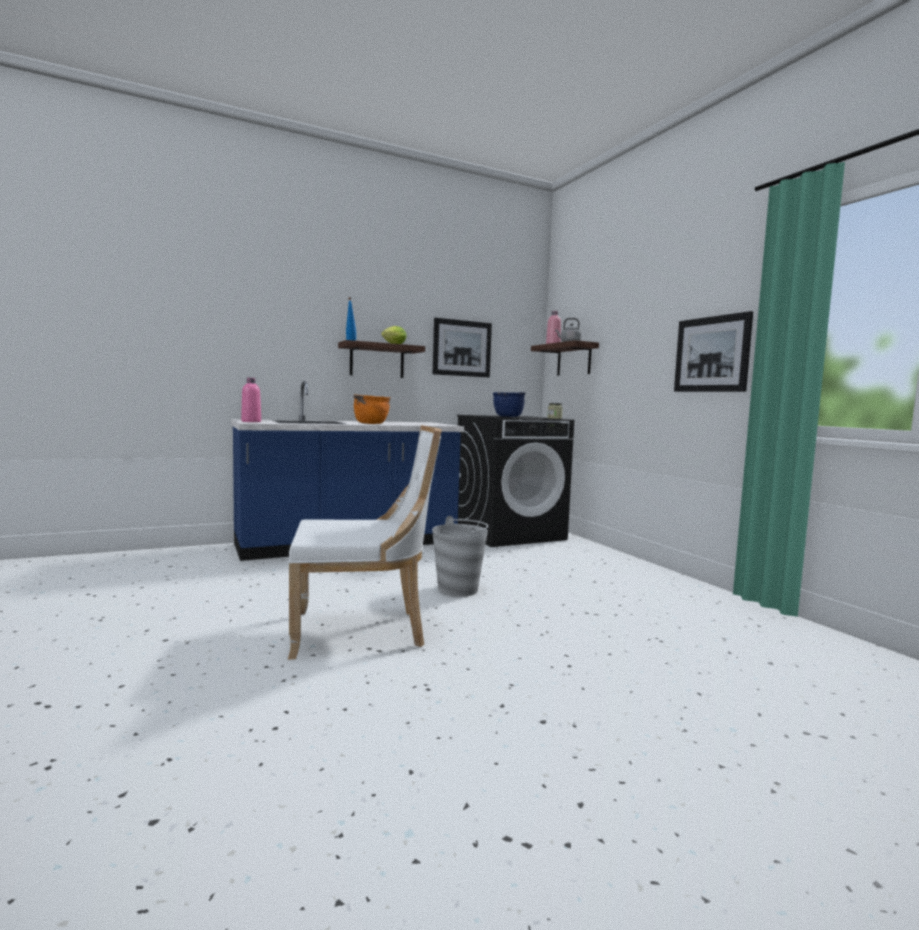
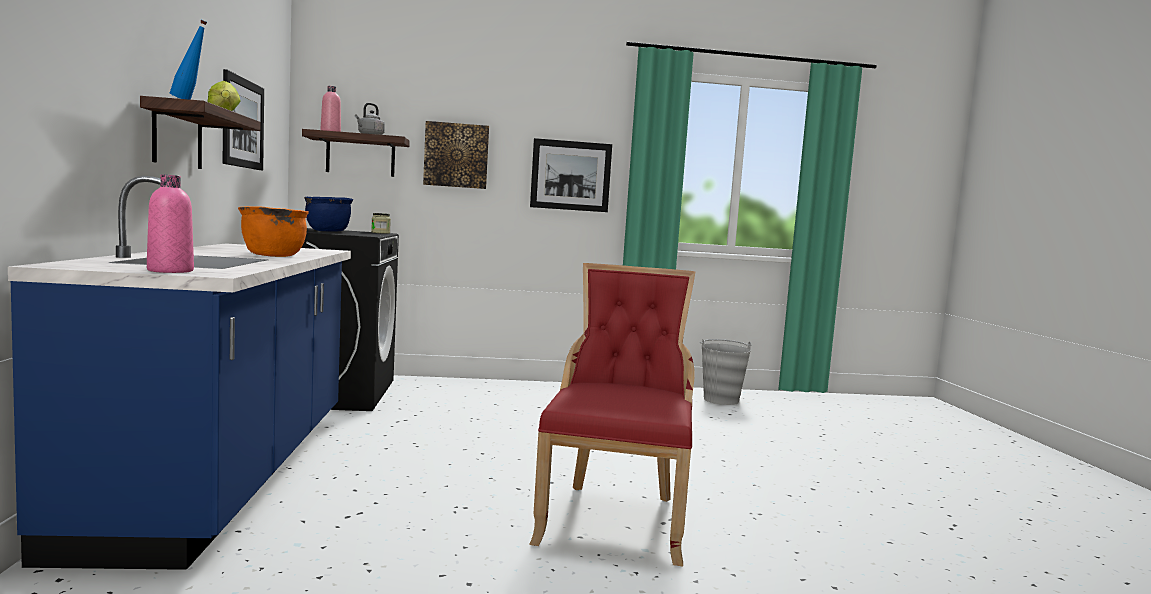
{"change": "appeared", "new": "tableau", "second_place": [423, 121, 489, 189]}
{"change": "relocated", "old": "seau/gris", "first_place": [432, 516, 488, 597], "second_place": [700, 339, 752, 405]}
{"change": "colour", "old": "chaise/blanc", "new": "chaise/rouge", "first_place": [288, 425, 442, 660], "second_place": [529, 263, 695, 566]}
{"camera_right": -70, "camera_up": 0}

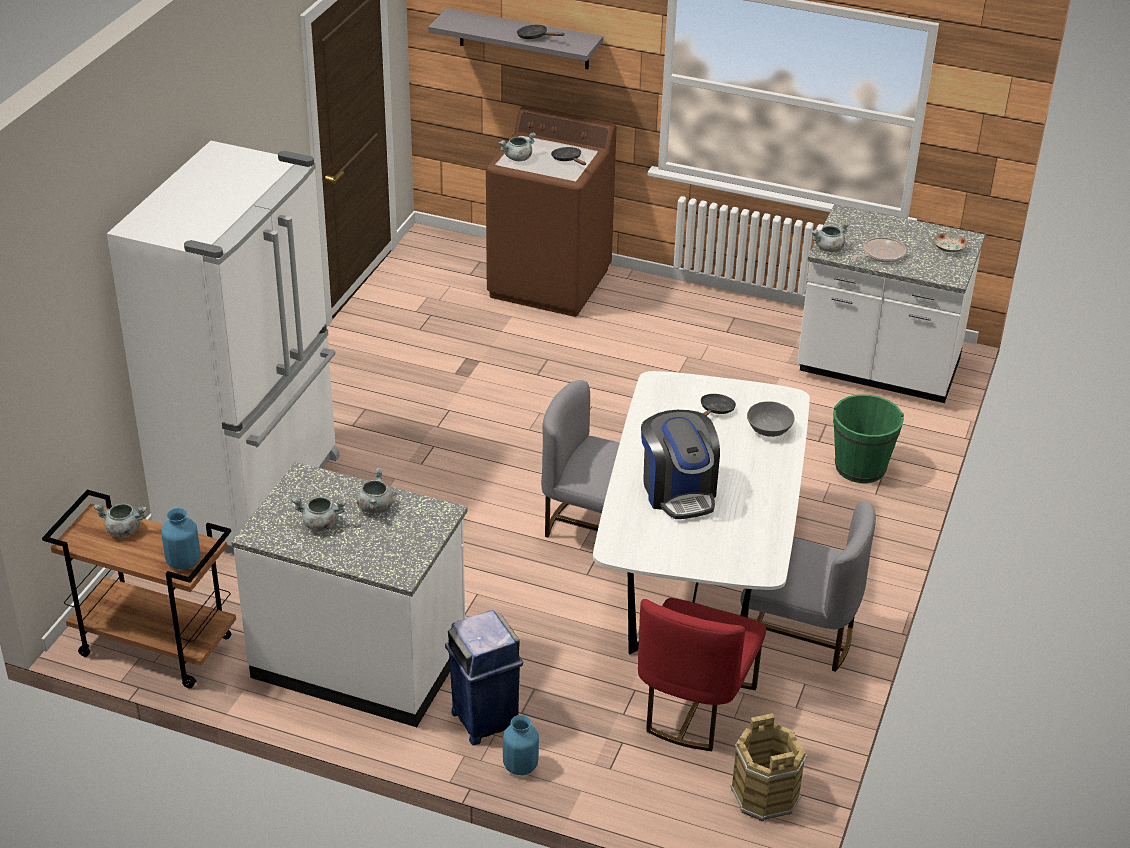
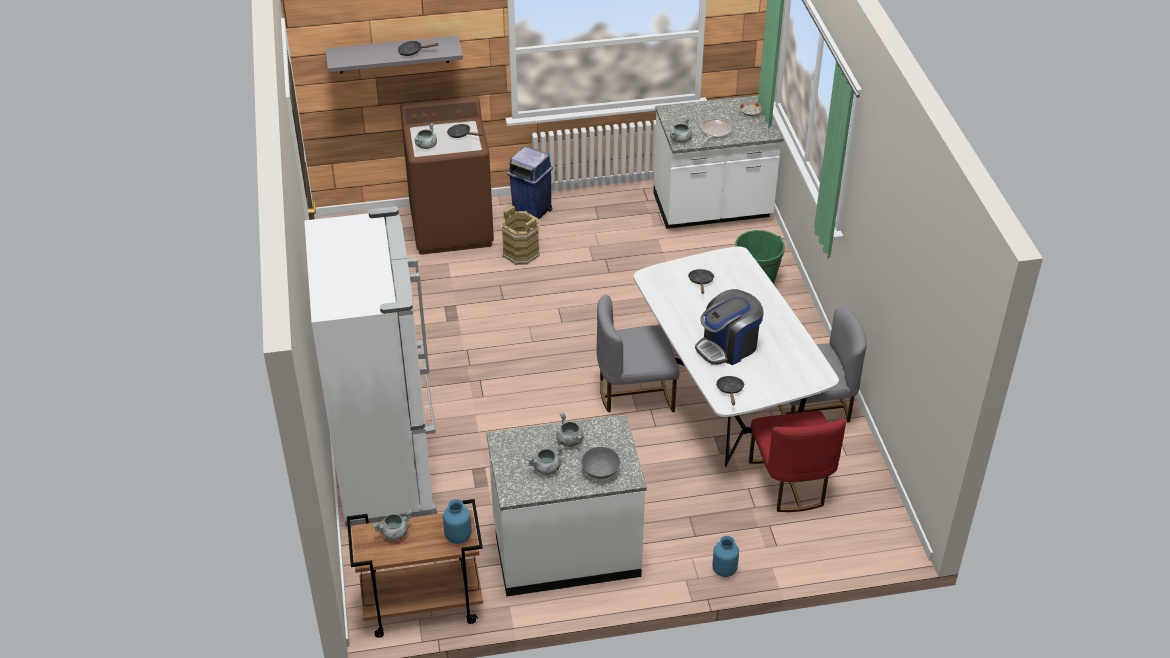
{"change": "appeared", "new": "poêle/noir", "second_place": [716, 376, 744, 405]}
{"change": "relocated", "old": "poubelle/bleu", "first_place": [445, 610, 523, 746], "second_place": [507, 147, 553, 223]}
{"change": "relocated", "old": "seau/marron", "first_place": [730, 713, 807, 821], "second_place": [501, 205, 540, 265]}
{"change": "relocated", "old": "bol/gris", "first_place": [747, 401, 794, 437], "second_place": [581, 447, 620, 479]}
{"change": "spun", "old": "machine à café", "first_place": [641, 410, 720, 519], "second_place": [695, 289, 764, 365], "degrees": 105}
{"camera_right": -30, "camera_up": 5}

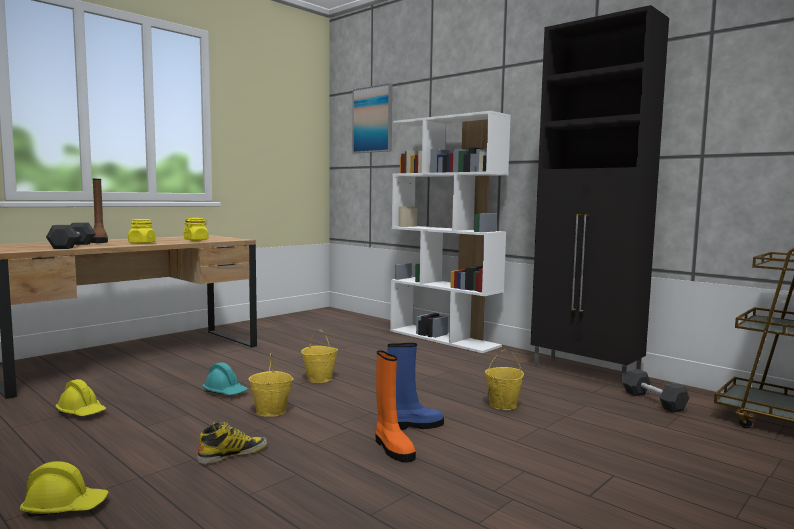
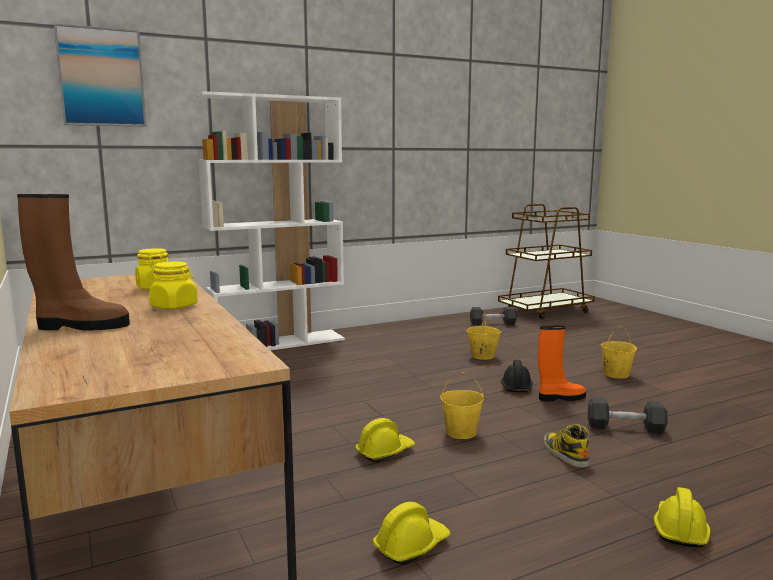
{"change": "missing", "old": "meuble de rangement/noir", "first_place": [531, 5, 669, 388]}
{"change": "relocated", "old": "haltère/gris", "first_place": [46, 222, 96, 249], "second_place": [588, 397, 668, 434]}
{"change": "relocated", "old": "seau/jaune", "first_place": [301, 329, 338, 383], "second_place": [601, 326, 637, 379]}
{"change": "exchanged", "old": "botte/bleu", "new": "casque de chantier/noir", "first_place": [387, 343, 444, 430], "second_place": [501, 360, 533, 392]}
{"change": "colour", "old": "casque de chantier/turquoise", "new": "casque de chantier/jaune", "first_place": [202, 362, 248, 395], "second_place": [355, 418, 415, 463]}
{"camera_right": -70, "camera_up": 5}

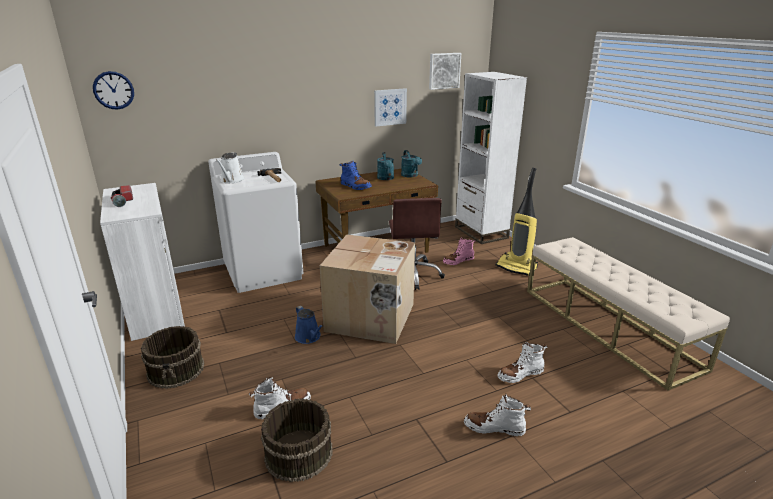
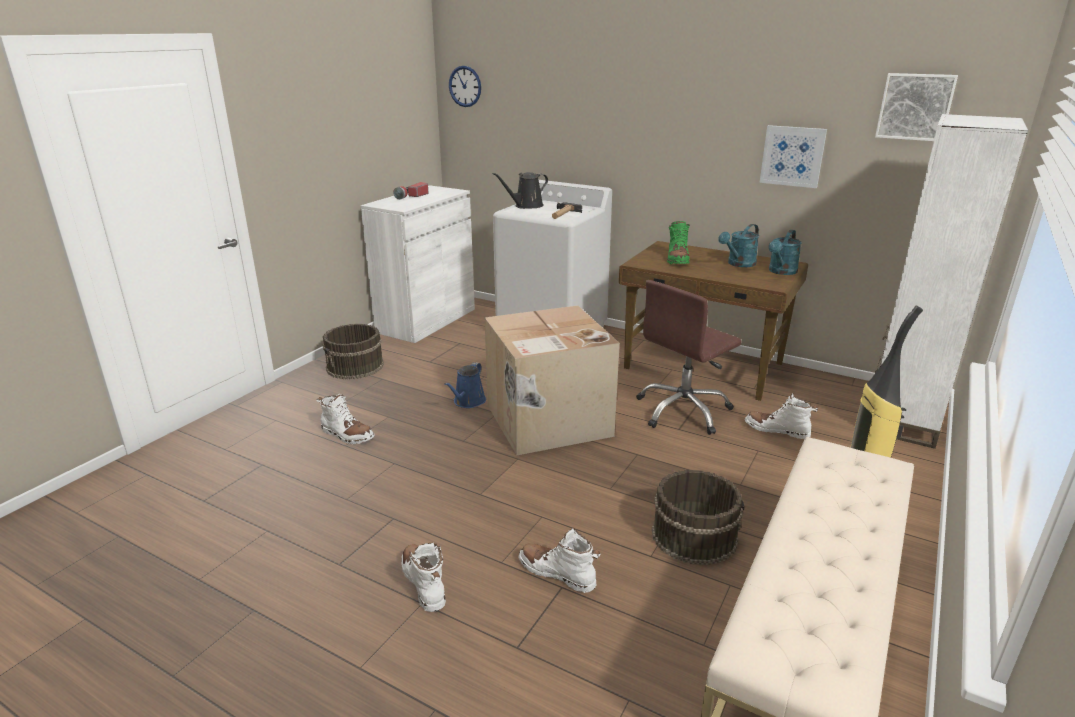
{"change": "relocated", "old": "seau/marron", "first_place": [261, 398, 333, 482], "second_place": [652, 470, 745, 565]}
{"change": "colour", "old": "arrosoir/blanc", "new": "arrosoir/noir", "first_place": [216, 152, 245, 183], "second_place": [493, 172, 548, 209]}
{"change": "colour", "old": "botte/bleu", "new": "botte/vert", "first_place": [340, 161, 372, 190], "second_place": [667, 221, 690, 264]}
{"change": "colour", "old": "botte/rose", "new": "botte/blanc", "first_place": [443, 237, 475, 265], "second_place": [745, 393, 818, 439]}
{"camera_right": 55, "camera_up": 0}

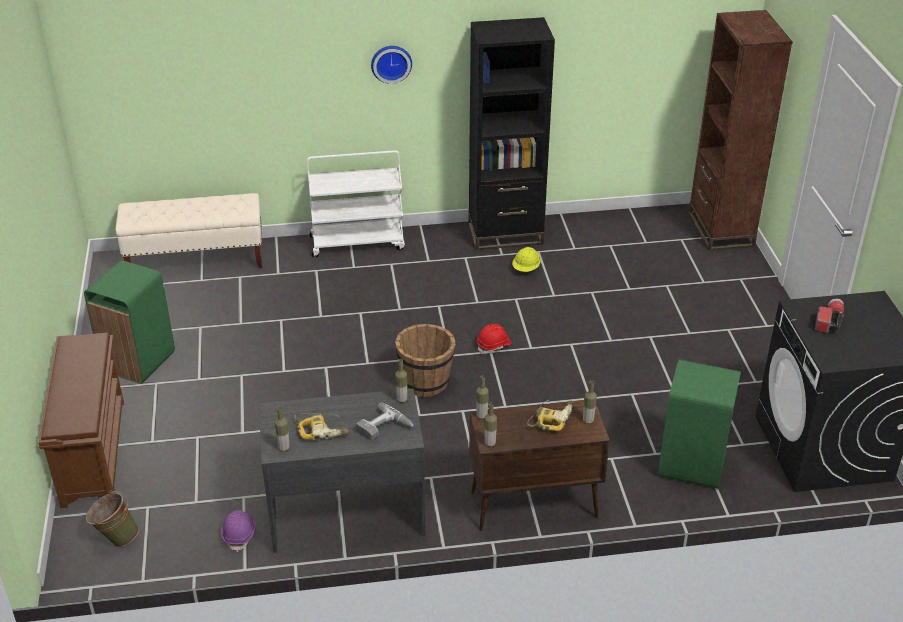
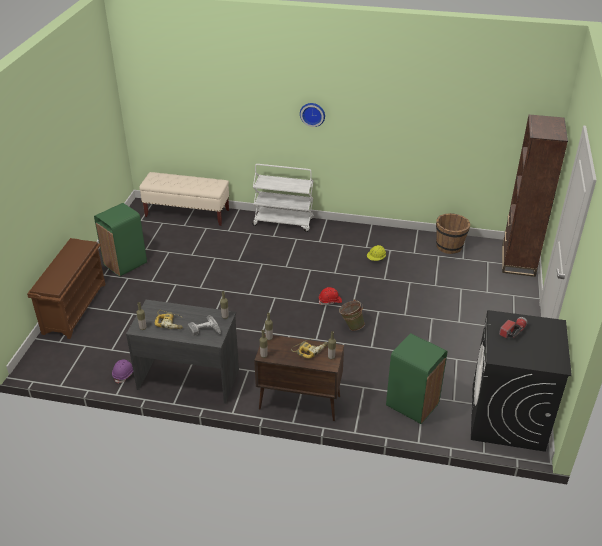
{"change": "missing", "old": "bibliothèque/noir", "first_place": [468, 17, 555, 250]}
{"change": "relocated", "old": "seau/vert", "first_place": [86, 490, 139, 547], "second_place": [339, 299, 365, 331]}
{"change": "relocated", "old": "seau/marron", "first_place": [395, 324, 456, 397], "second_place": [436, 213, 470, 254]}
{"camera_right": 20, "camera_up": 0}

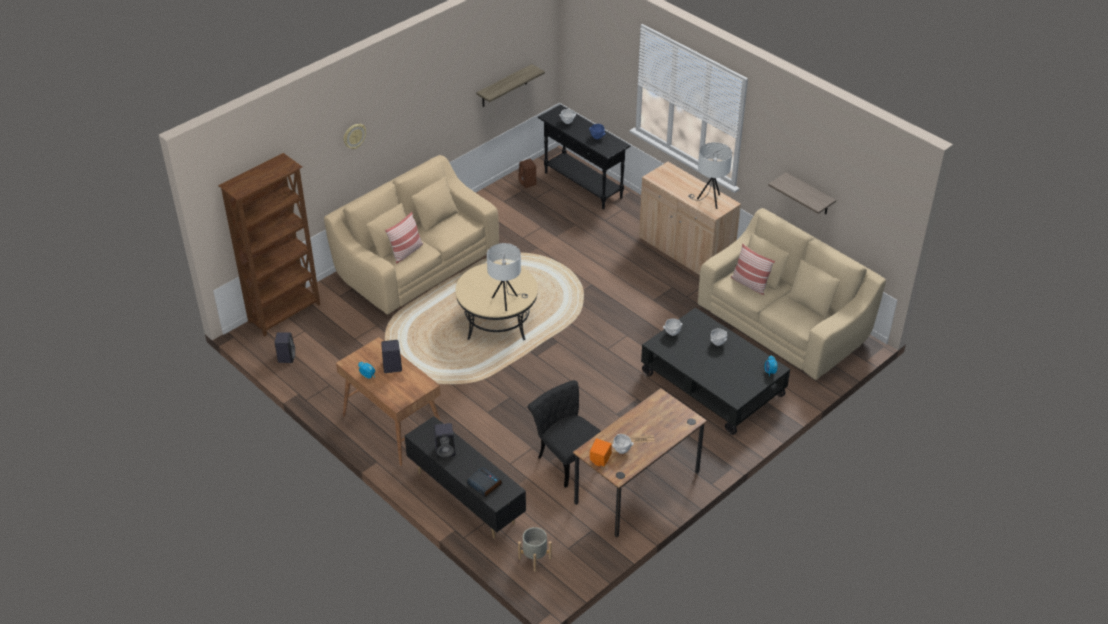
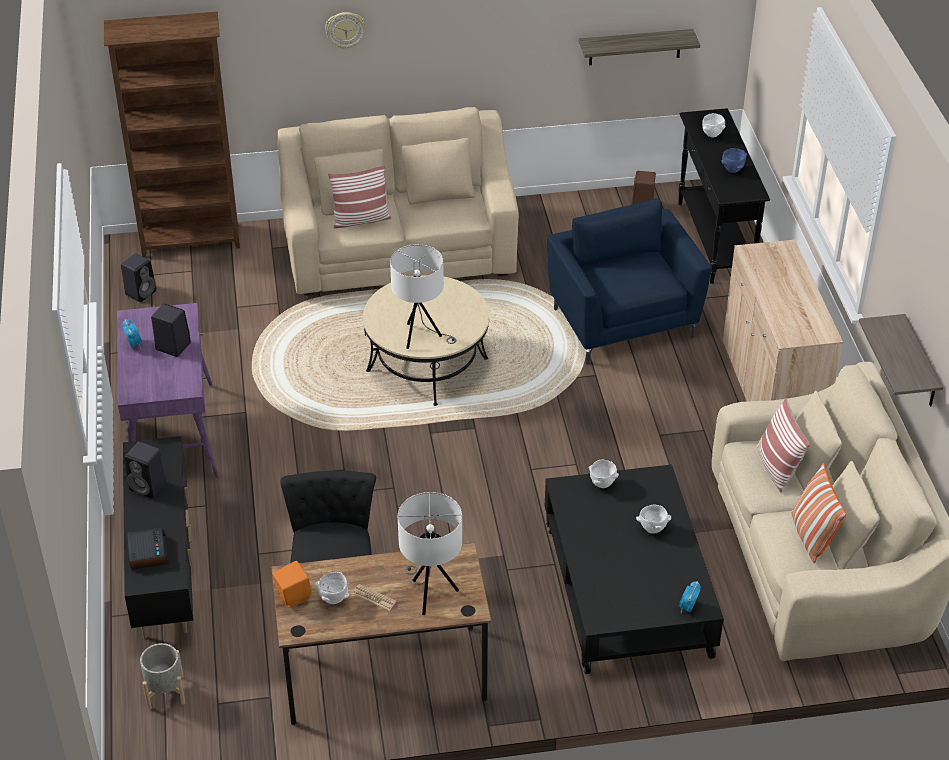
{"change": "appeared", "new": "fauteuil/bleu", "second_place": [547, 198, 711, 364]}
{"change": "appeared", "new": "coussin", "second_place": [791, 463, 846, 563]}
{"change": "relocated", "old": "lampe de table/blanc", "first_place": [688, 142, 732, 209], "second_place": [398, 492, 462, 615]}
{"change": "colour", "old": "bureau/marron", "new": "bureau/violet", "first_place": [336, 337, 441, 466], "second_place": [117, 303, 219, 478]}
{"camera_right": 35, "camera_up": 0}

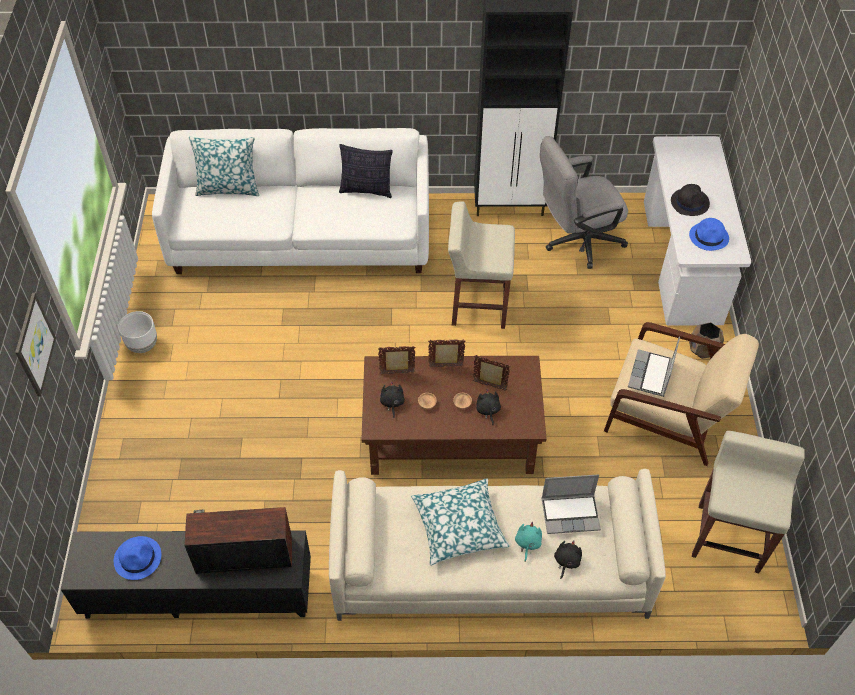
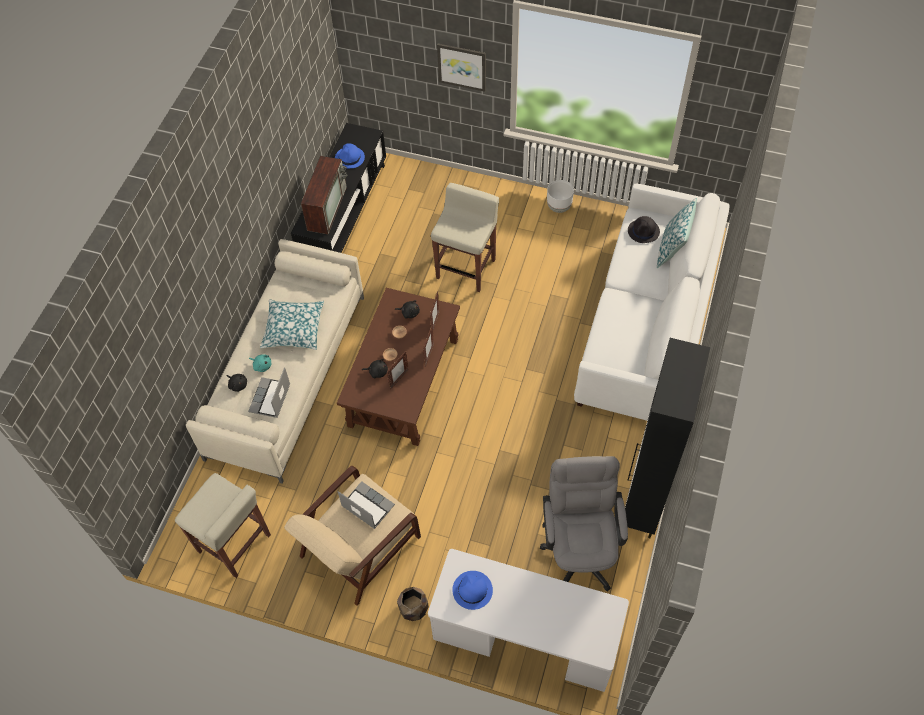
{"change": "missing", "old": "coussin", "first_place": [339, 144, 393, 198]}
{"change": "relocated", "old": "tabouret/beige", "first_place": [448, 201, 515, 329], "second_place": [431, 183, 499, 292]}
{"change": "relocated", "old": "chapeau/noir", "first_place": [671, 184, 710, 216], "second_place": [628, 216, 660, 243]}
{"camera_right": 110, "camera_up": 5}

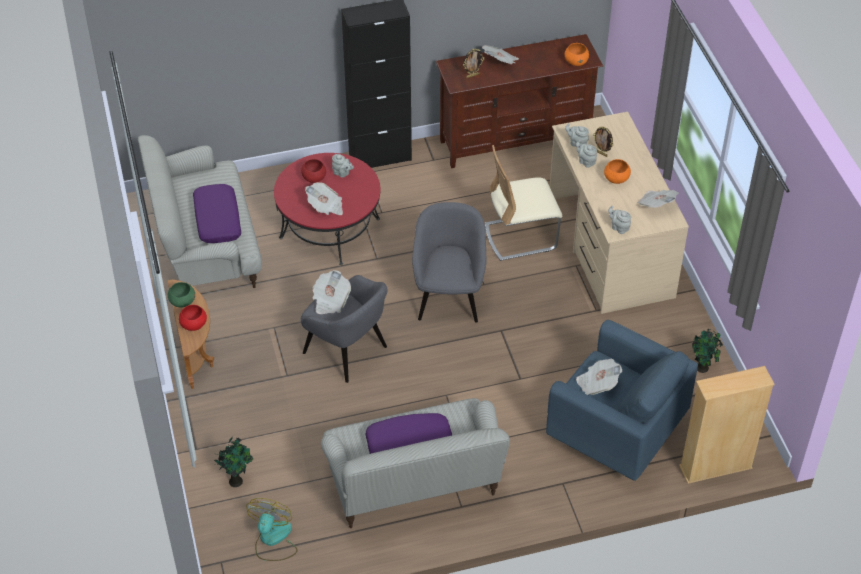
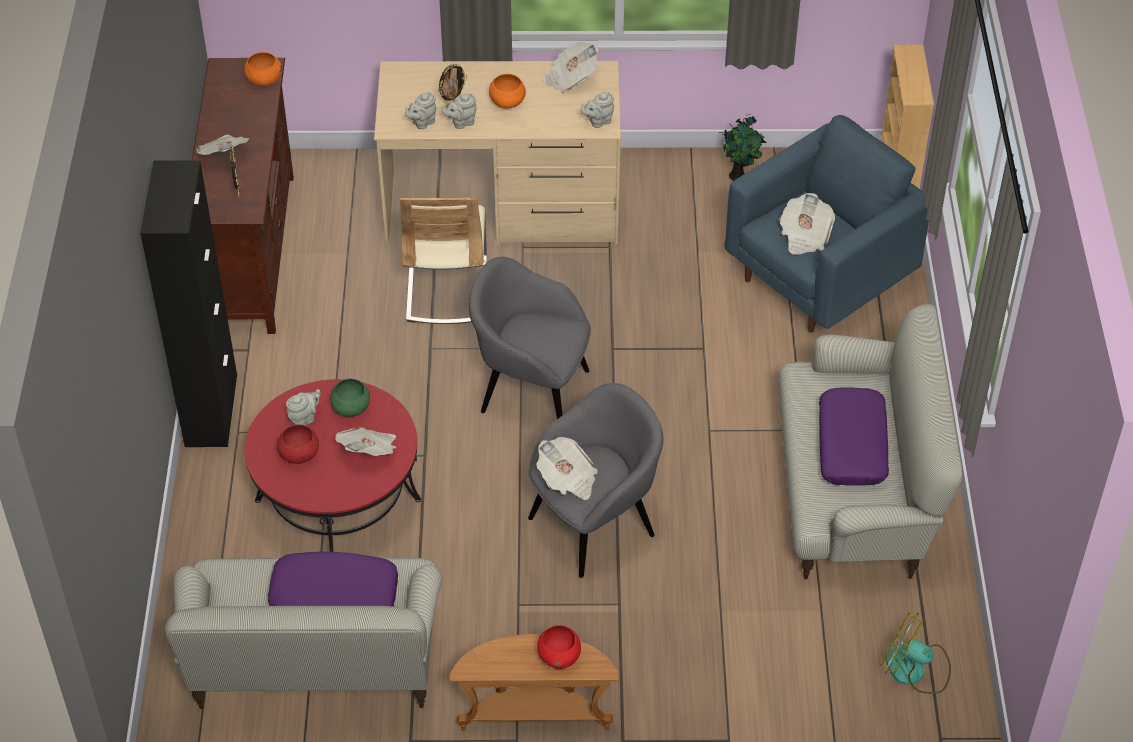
{"change": "missing", "old": "plante en pot", "first_place": [213, 437, 253, 487]}
{"change": "relocated", "old": "bol/vert", "first_place": [168, 282, 195, 308], "second_place": [330, 379, 370, 417]}
{"camera_right": -75, "camera_up": 0}

